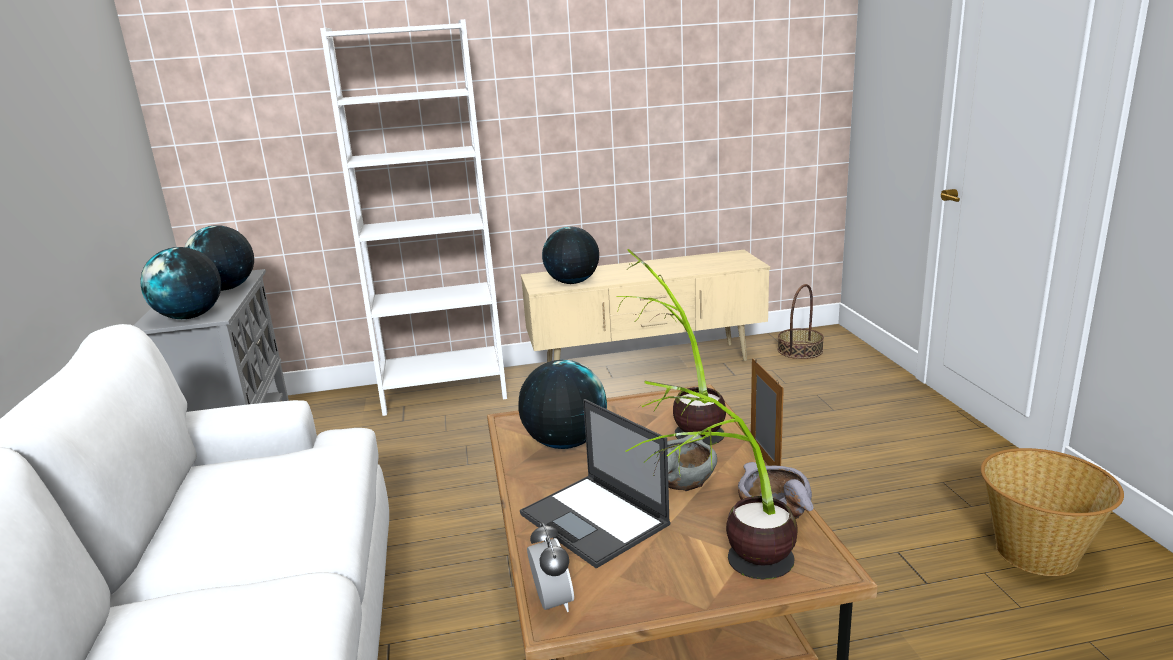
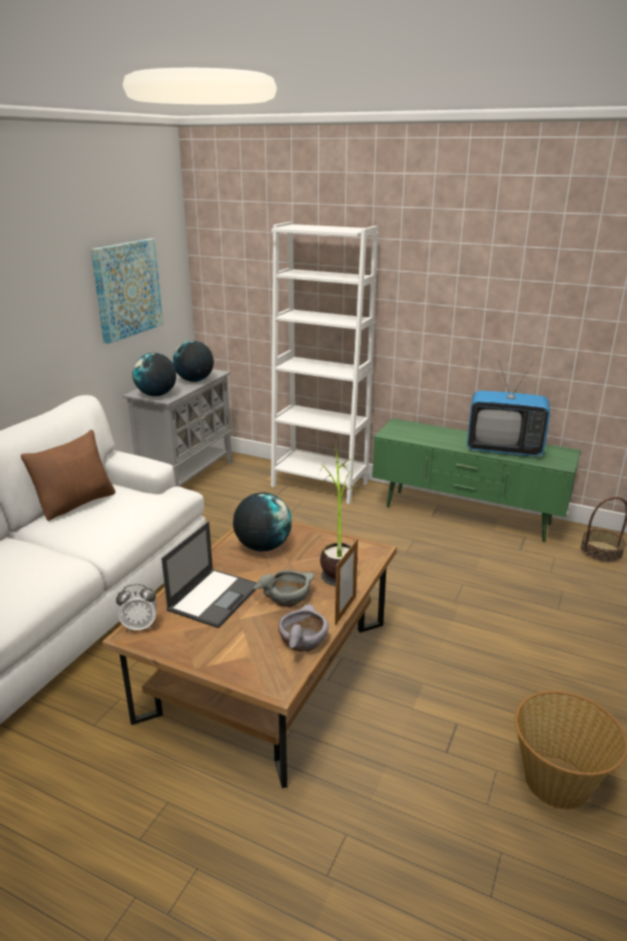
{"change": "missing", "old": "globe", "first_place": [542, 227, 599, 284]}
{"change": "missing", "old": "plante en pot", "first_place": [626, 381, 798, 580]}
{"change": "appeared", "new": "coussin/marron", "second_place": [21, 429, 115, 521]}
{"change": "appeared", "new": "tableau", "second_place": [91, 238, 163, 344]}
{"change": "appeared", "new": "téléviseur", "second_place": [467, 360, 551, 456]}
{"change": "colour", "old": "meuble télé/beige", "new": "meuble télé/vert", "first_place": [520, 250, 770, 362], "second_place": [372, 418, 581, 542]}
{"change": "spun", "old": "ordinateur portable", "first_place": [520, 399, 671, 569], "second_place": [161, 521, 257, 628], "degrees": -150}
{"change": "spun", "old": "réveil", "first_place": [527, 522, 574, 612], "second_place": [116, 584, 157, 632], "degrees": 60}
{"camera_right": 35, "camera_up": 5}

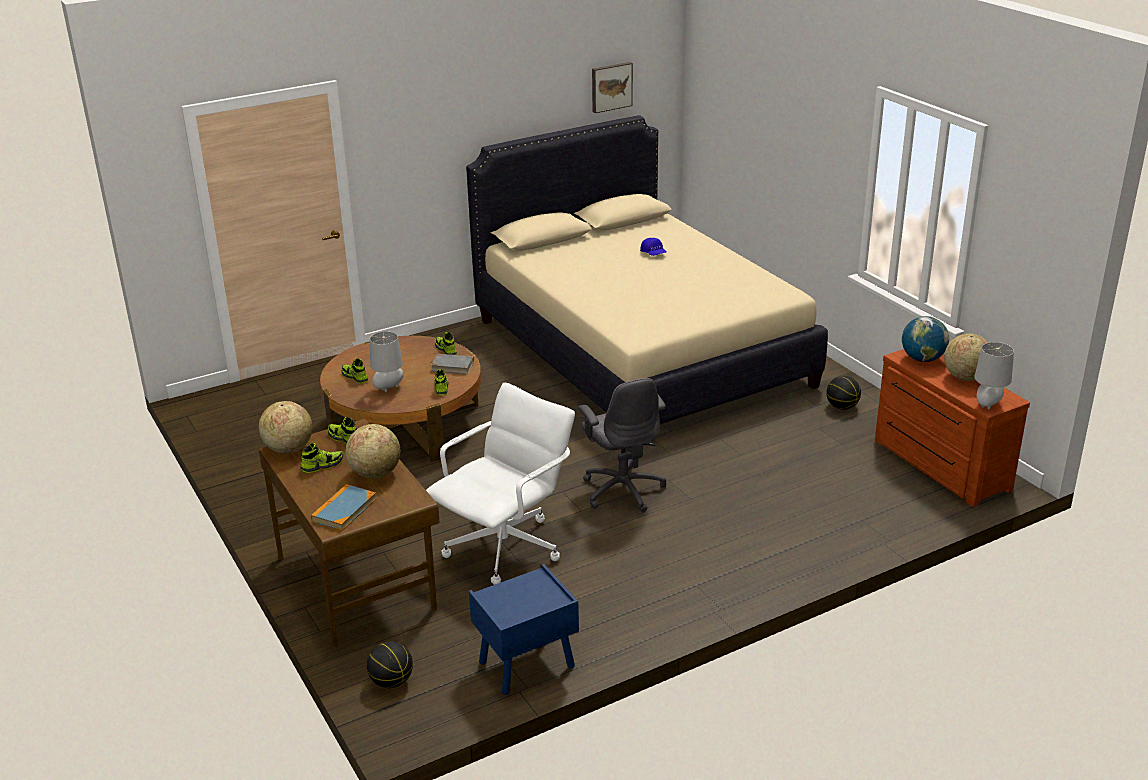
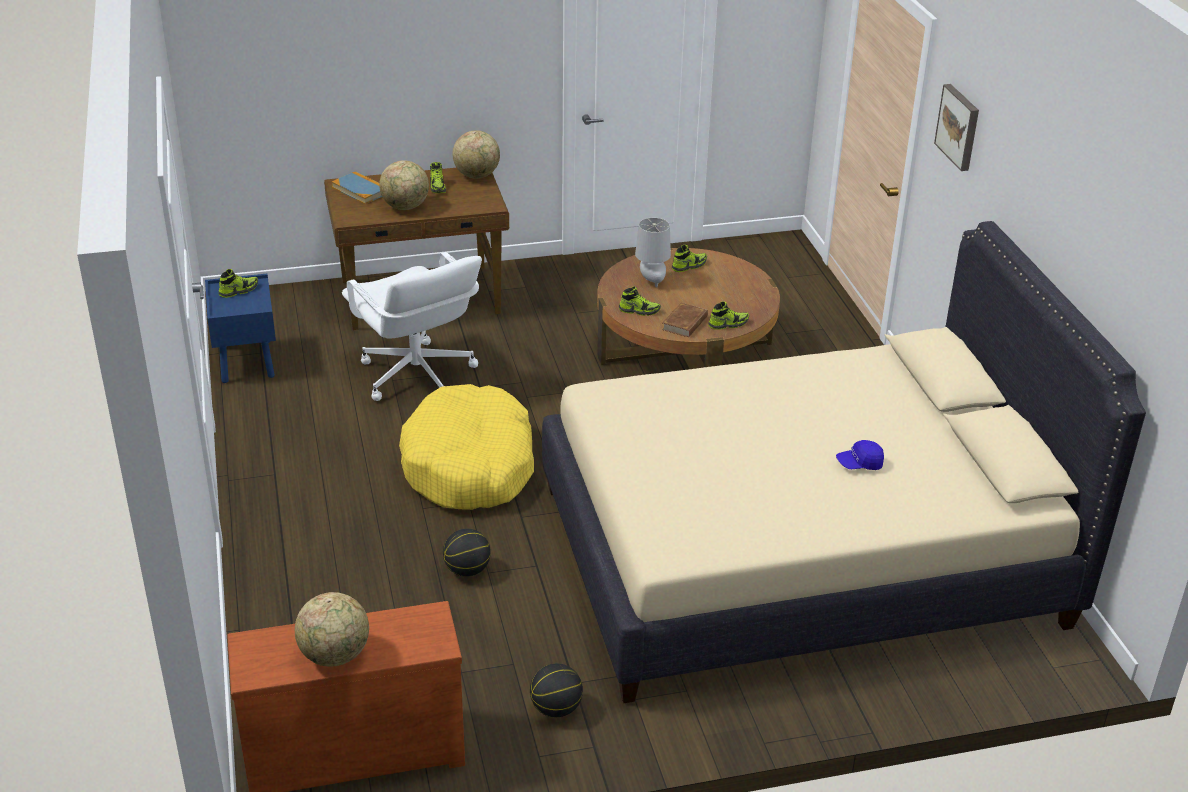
{"change": "missing", "old": "globe", "first_place": [902, 316, 949, 362]}
{"change": "missing", "old": "lampe de table/gris", "first_place": [974, 342, 1014, 409]}
{"change": "relocated", "old": "chaussure", "first_place": [328, 417, 357, 444], "second_place": [218, 269, 258, 298]}
{"change": "relocated", "old": "ballon de basket", "first_place": [367, 641, 413, 688], "second_place": [443, 529, 491, 577]}
{"change": "relocated", "old": "tableau", "first_place": [592, 62, 633, 113], "second_place": [934, 84, 979, 171]}
{"change": "exchanged", "old": "chaise de bureau/gris", "new": "panier pour chien/jaune", "first_place": [578, 378, 666, 513], "second_place": [399, 384, 534, 510]}
{"change": "colour", "old": "livre/gris", "new": "livre/marron", "first_place": [431, 354, 474, 374], "second_place": [662, 303, 708, 337]}
{"camera_right": 105, "camera_up": 5}

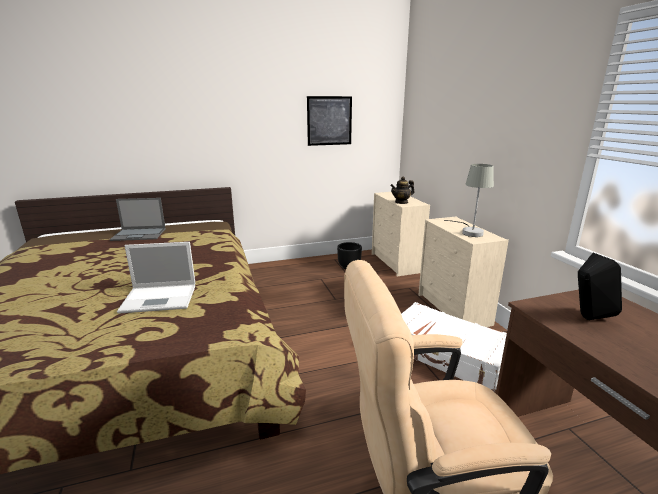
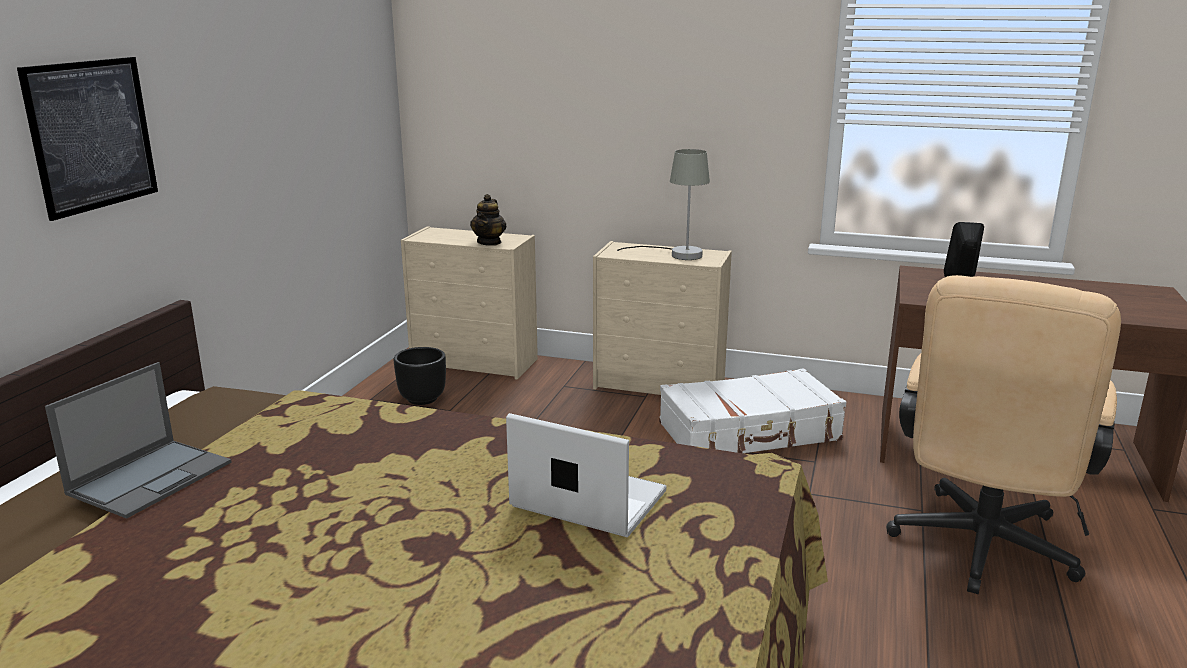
{"change": "relocated", "old": "tableau", "first_place": [307, 96, 352, 146], "second_place": [17, 57, 158, 221]}
{"change": "spun", "old": "ordinateur portable", "first_place": [117, 242, 195, 314], "second_place": [506, 413, 667, 537], "degrees": -90}
{"camera_right": -55, "camera_up": 0}

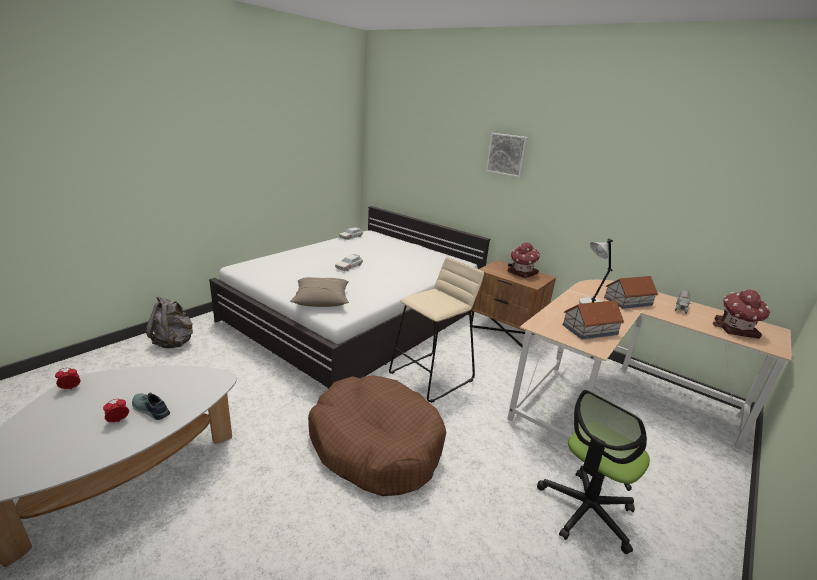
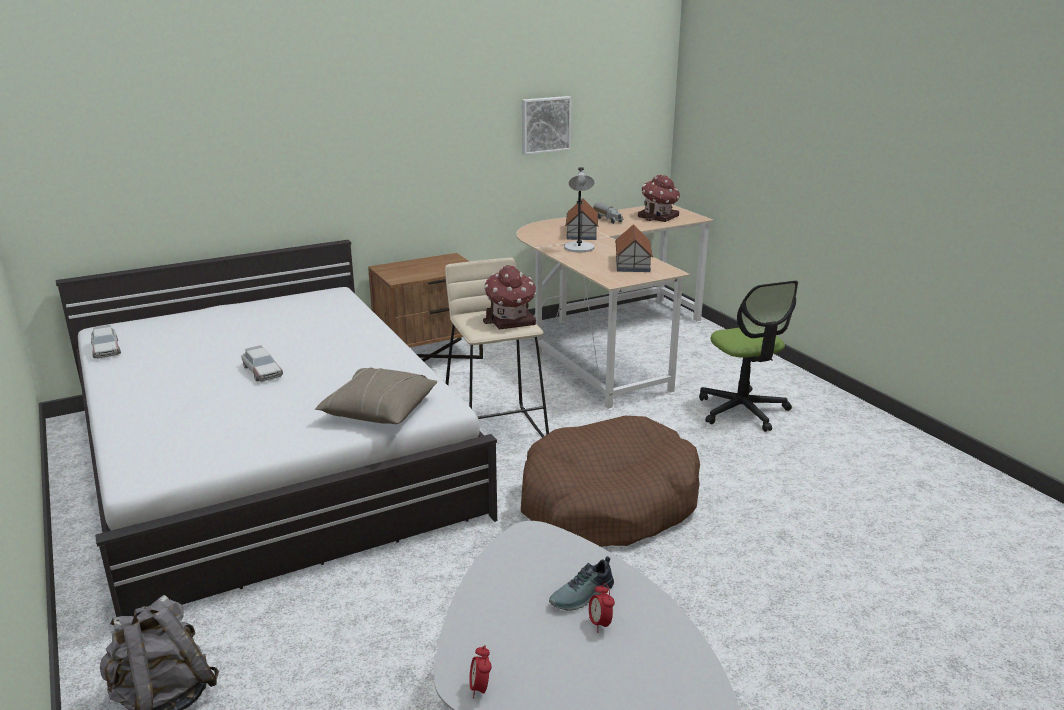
{"change": "relocated", "old": "tableau", "first_place": [486, 133, 528, 177], "second_place": [522, 96, 572, 155]}
{"change": "relocated", "old": "maison miniature", "first_place": [508, 242, 540, 278], "second_place": [483, 265, 536, 329]}
{"camera_right": -65, "camera_up": 0}

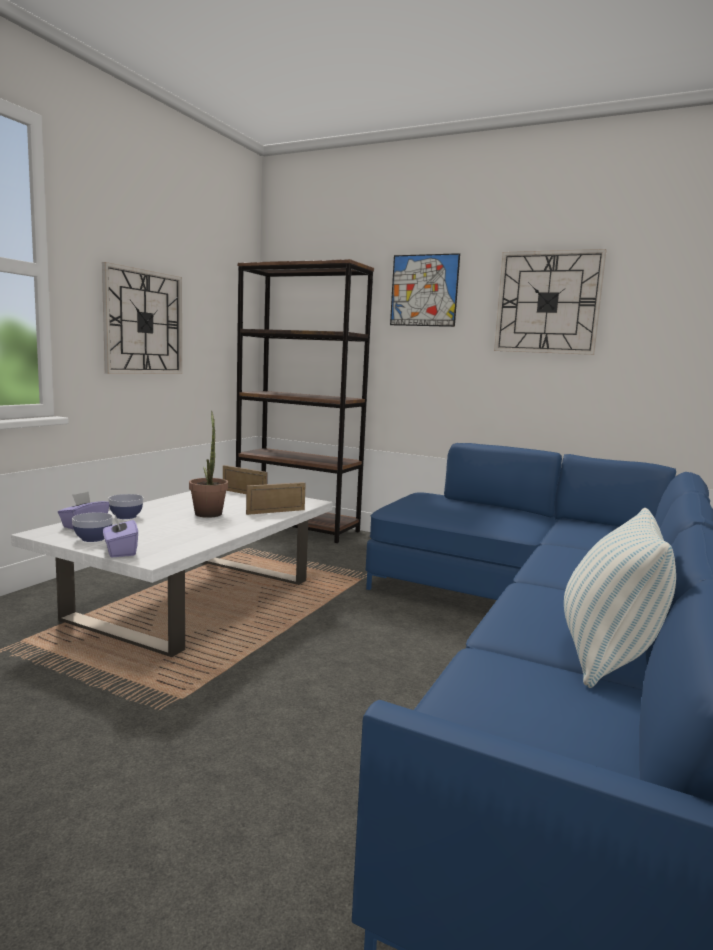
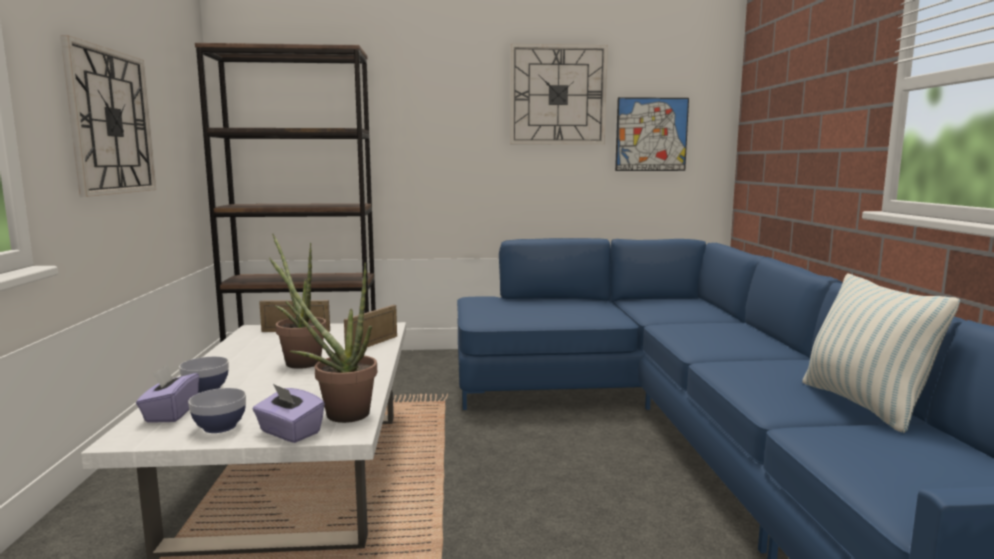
{"change": "appeared", "new": "plante en pot", "second_place": [269, 257, 377, 423]}
{"change": "relocated", "old": "tableau", "first_place": [390, 253, 460, 327], "second_place": [615, 97, 689, 171]}
{"camera_right": -30, "camera_up": 0}

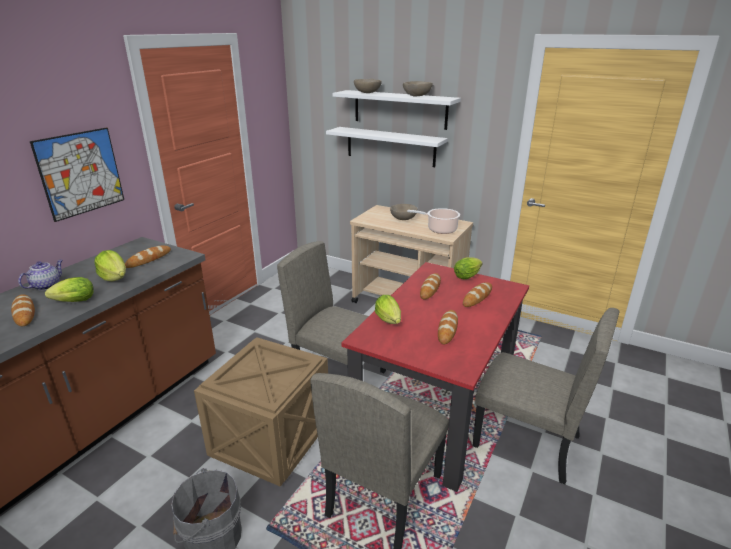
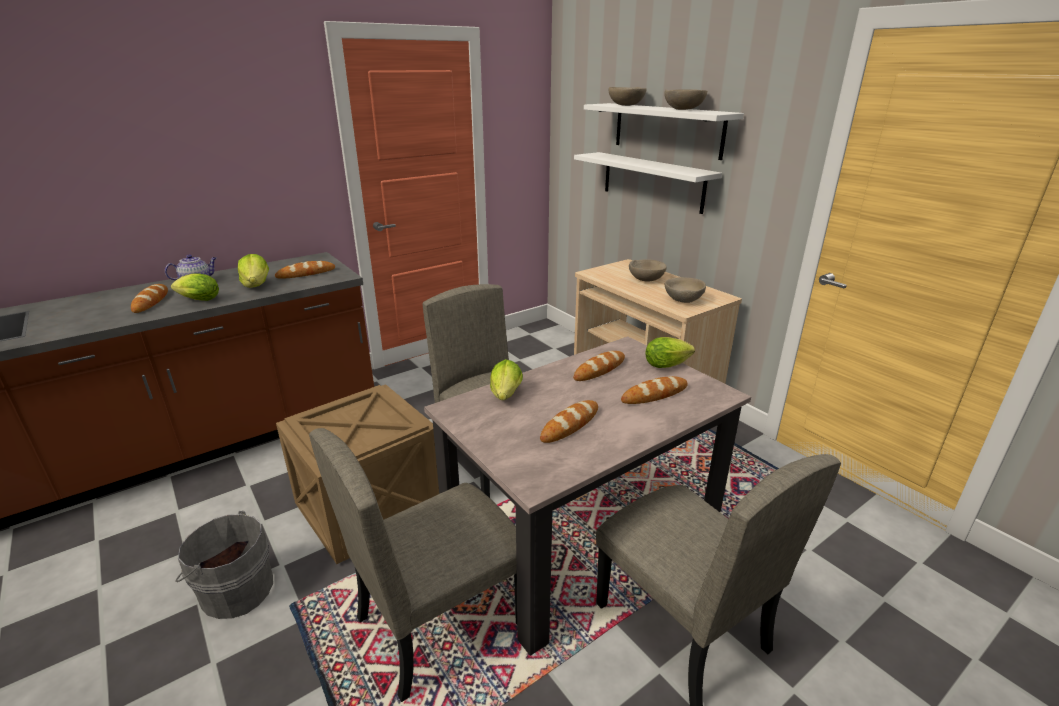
{"change": "missing", "old": "tableau", "first_place": [30, 127, 124, 222]}
{"change": "exchanged", "old": "marmite", "new": "bol/beige", "first_place": [407, 208, 460, 234], "second_place": [665, 277, 706, 303]}
{"change": "colour", "old": "table à manger/rouge", "new": "table à manger/beige", "first_place": [341, 262, 529, 492], "second_place": [424, 336, 751, 656]}
{"camera_right": 25, "camera_up": 0}

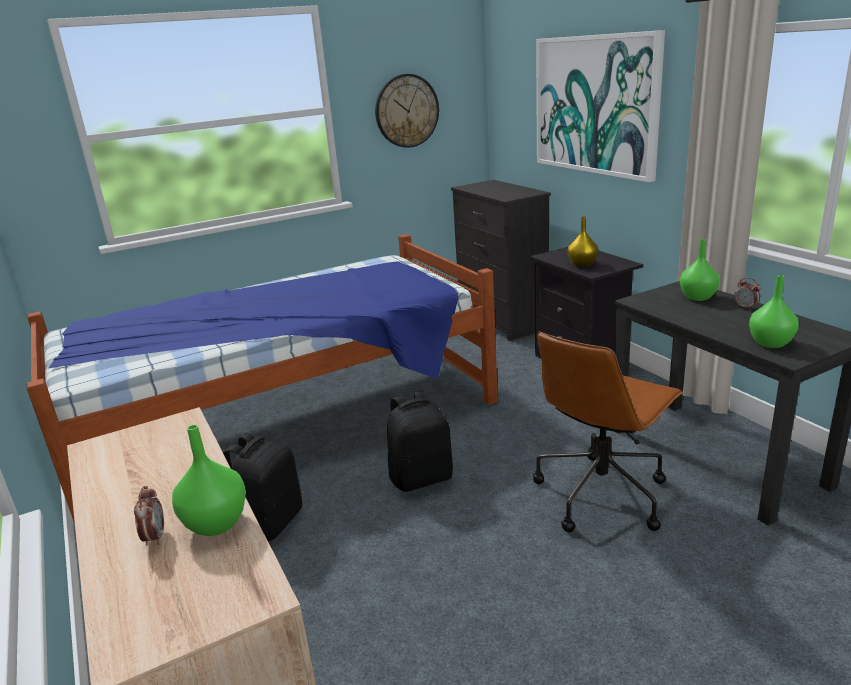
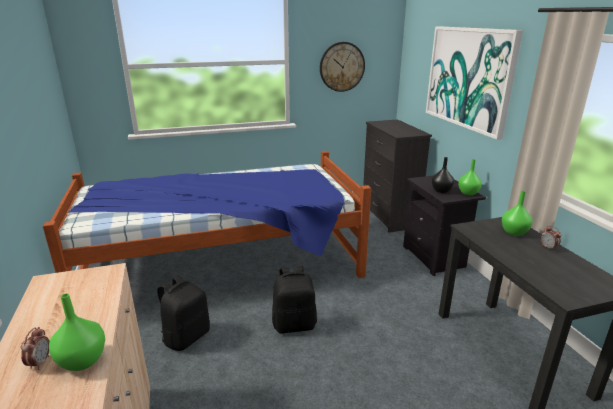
{"change": "missing", "old": "chaise de bureau/marron", "first_place": [533, 332, 684, 532]}
{"change": "relocated", "old": "vase/vert", "first_place": [749, 275, 799, 348], "second_place": [458, 159, 482, 195]}
{"change": "colour", "old": "vase/jaune", "new": "vase/noir", "first_place": [568, 216, 598, 267], "second_place": [431, 157, 454, 193]}
{"camera_right": 10, "camera_up": 0}

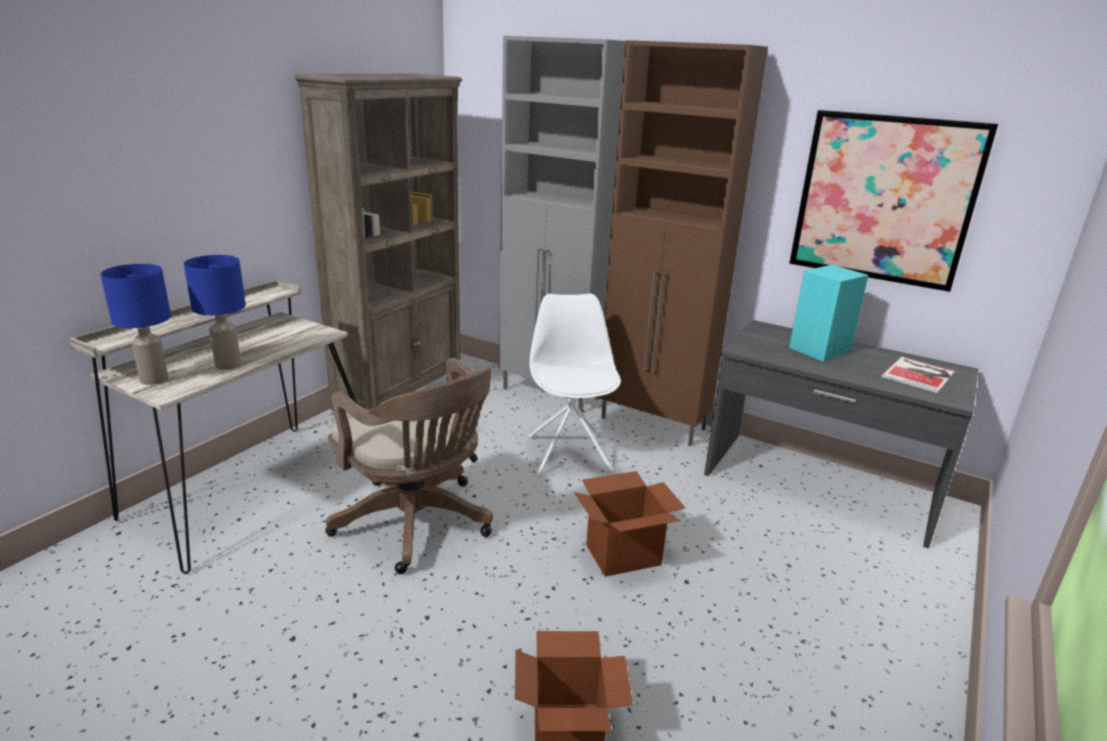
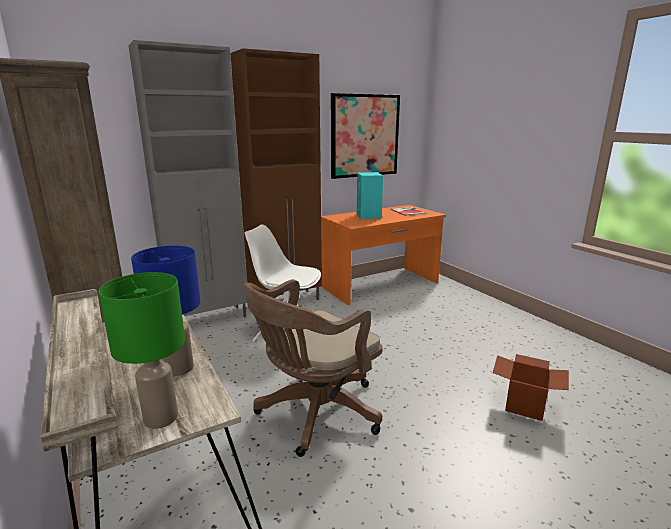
{"change": "missing", "old": "carton", "first_place": [574, 471, 685, 577]}
{"change": "colour", "old": "lampe de table/bleu", "new": "lampe de table/vert", "first_place": [100, 264, 171, 385], "second_place": [99, 272, 185, 429]}
{"change": "colour", "old": "bureau/gris", "new": "bureau/orange", "first_place": [704, 320, 978, 549], "second_place": [321, 205, 446, 305]}
{"change": "spun", "old": "chaise de bureau/marron", "first_place": [326, 358, 493, 574], "second_place": [244, 279, 383, 457], "degrees": 150}
{"camera_right": -60, "camera_up": -5}

